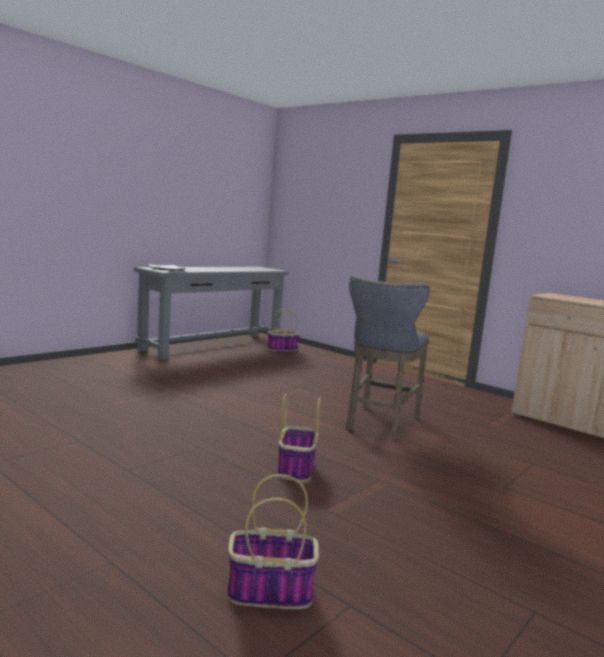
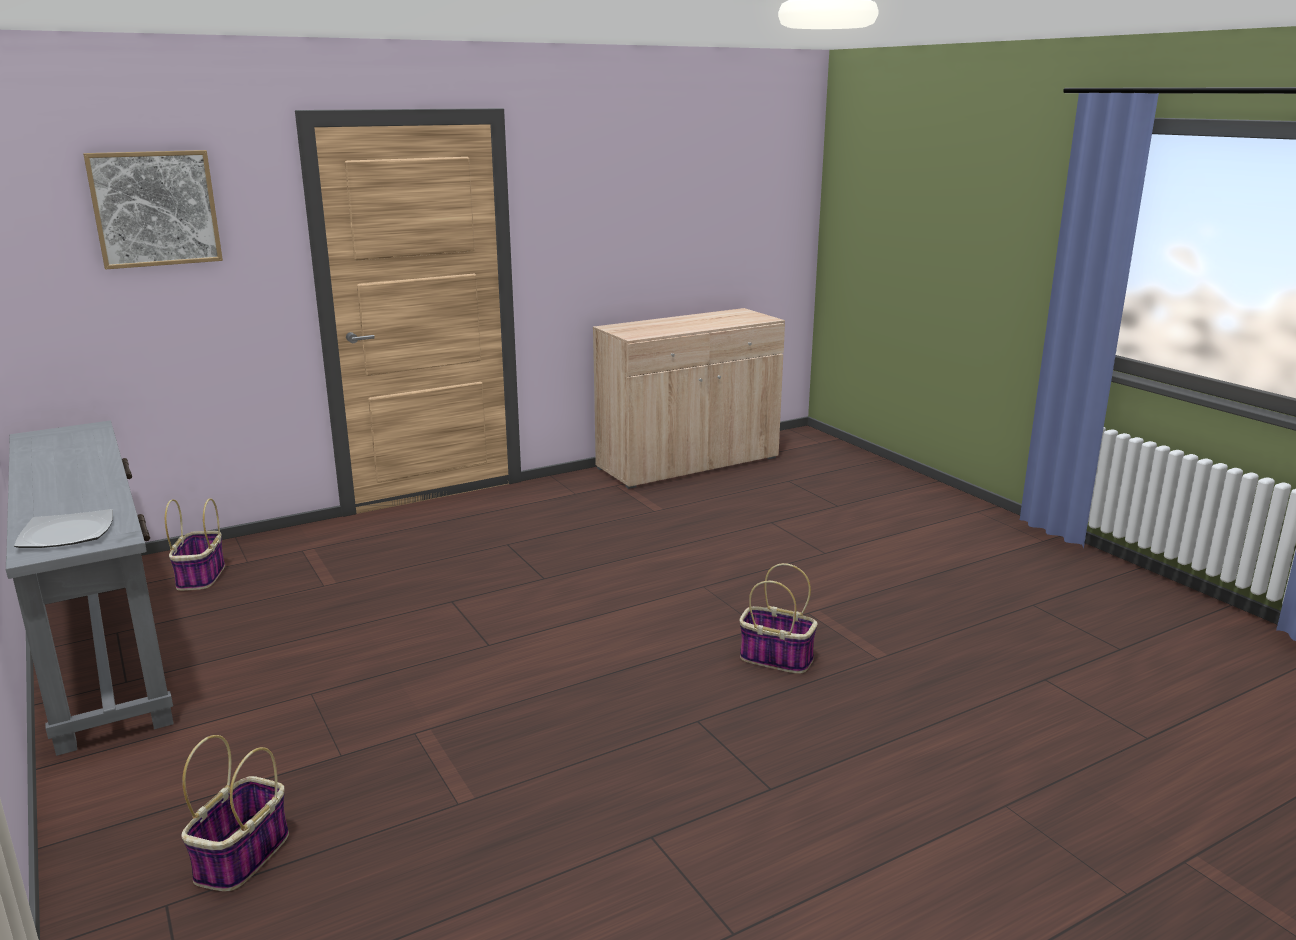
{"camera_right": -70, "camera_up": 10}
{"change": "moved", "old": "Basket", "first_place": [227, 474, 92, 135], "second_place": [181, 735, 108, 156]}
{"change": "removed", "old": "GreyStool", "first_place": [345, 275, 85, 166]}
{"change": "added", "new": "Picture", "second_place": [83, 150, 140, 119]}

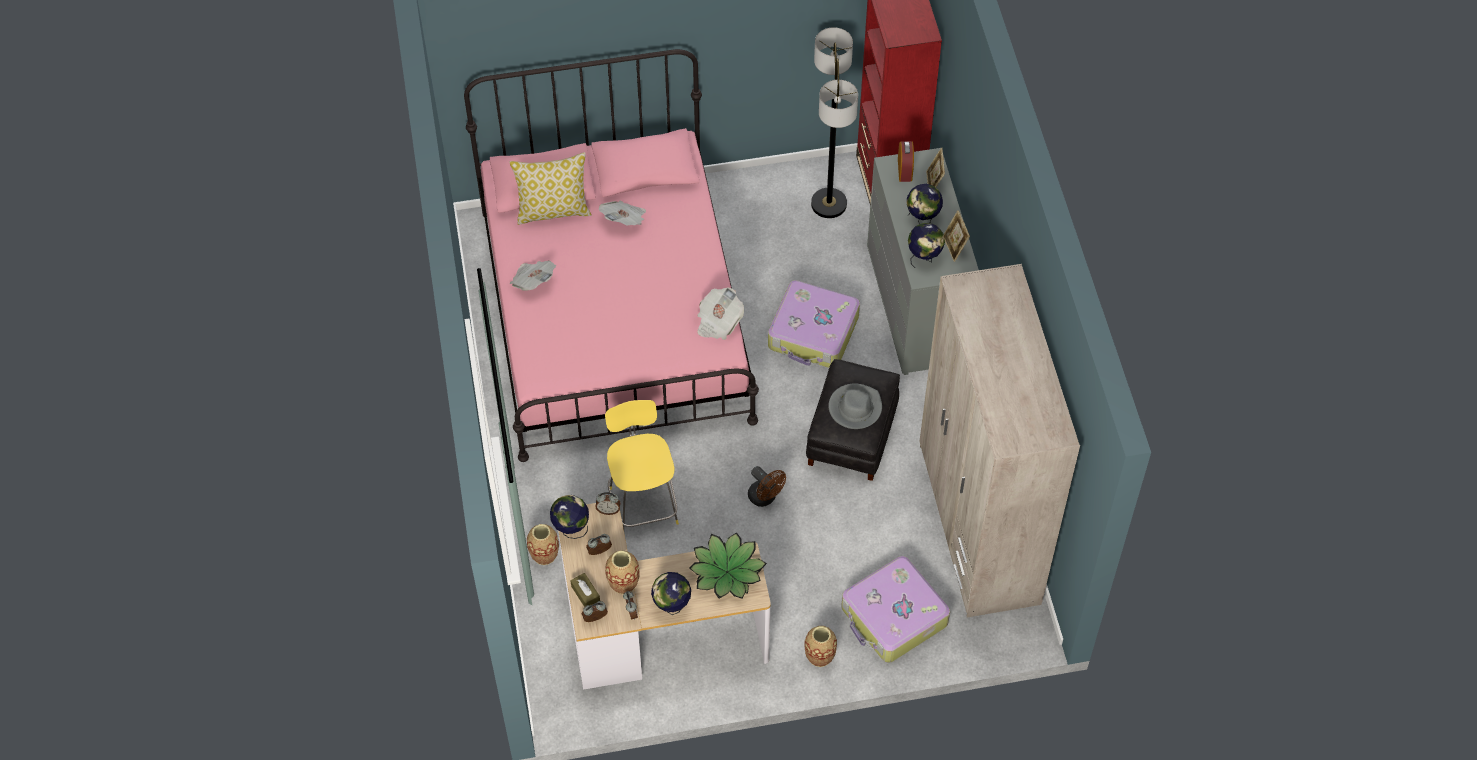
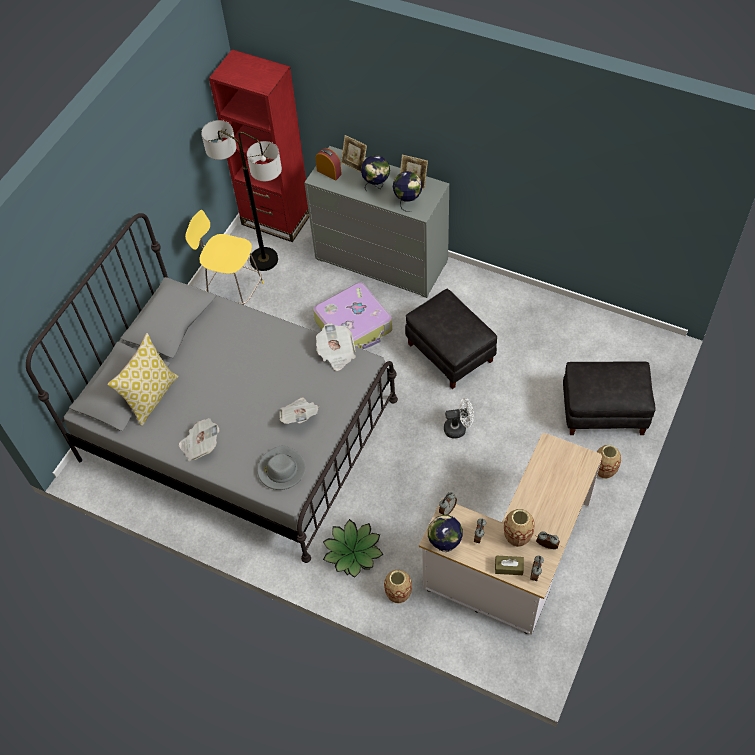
{"camera_right": -50, "camera_up": 0}
{"change": "recoloured", "old": "PinkBed", "new": "GreyBed", "first_place": [464, 49, 295, 413], "second_place": [26, 213, 372, 350]}
{"change": "moved", "old": "Newspaper", "first_place": [599, 201, 47, 25], "second_place": [280, 398, 39, 26]}
{"change": "moved", "old": "YellowStool", "first_place": [605, 400, 74, 129], "second_place": [185, 210, 79, 95]}
{"change": "removed", "old": "Globe", "first_place": [651, 572, 40, 43]}
{"change": "moved", "old": "PottedPlant", "first_place": [689, 532, 78, 67], "second_place": [323, 519, 61, 59]}
{"change": "recoloured", "old": "BrownFan", "new": "WhiteFan", "first_place": [748, 466, 38, 41], "second_place": [444, 398, 30, 40]}
{"change": "moved", "old": "GreyHat", "first_place": [828, 383, 54, 46], "second_place": [257, 445, 49, 45]}
{"change": "replaced", "old": "Suitcase", "new": "BlackOttoman", "first_place": [841, 556, 109, 107], "second_place": [563, 361, 93, 74]}
{"change": "removed", "old": "BeigeWardrobe", "first_place": [919, 264, 161, 353]}

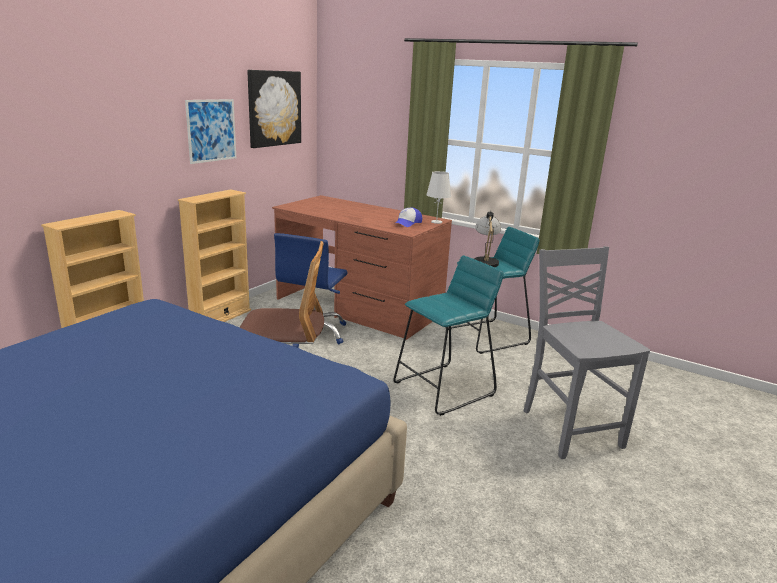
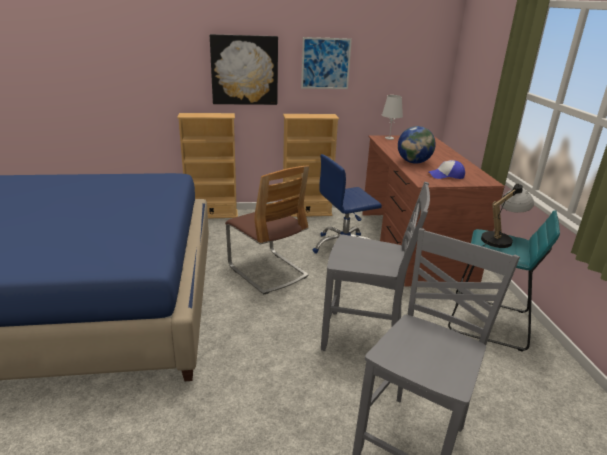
{"camera_right": 50, "camera_up": 5}
{"change": "moved", "old": "Picture", "first_place": [247, 70, 54, 78], "second_place": [210, 34, 68, 71]}
{"change": "replaced", "old": "TurquoiseStool", "new": "GreyChair", "first_place": [393, 255, 111, 161], "second_place": [321, 182, 109, 169]}
{"change": "moved", "old": "WhiteTableLamp", "first_place": [426, 171, 25, 53], "second_place": [382, 95, 21, 45]}
{"change": "added", "new": "Globe", "second_place": [398, 126, 38, 38]}

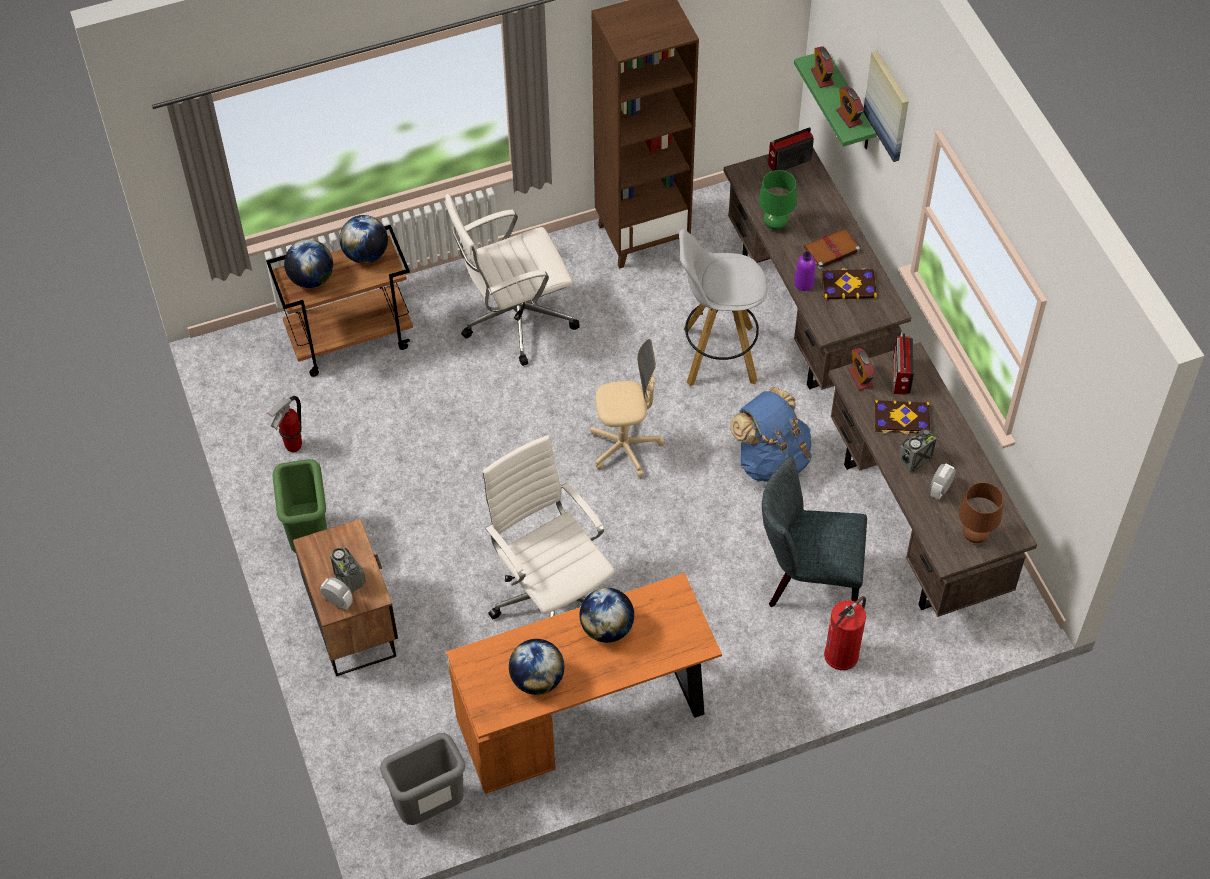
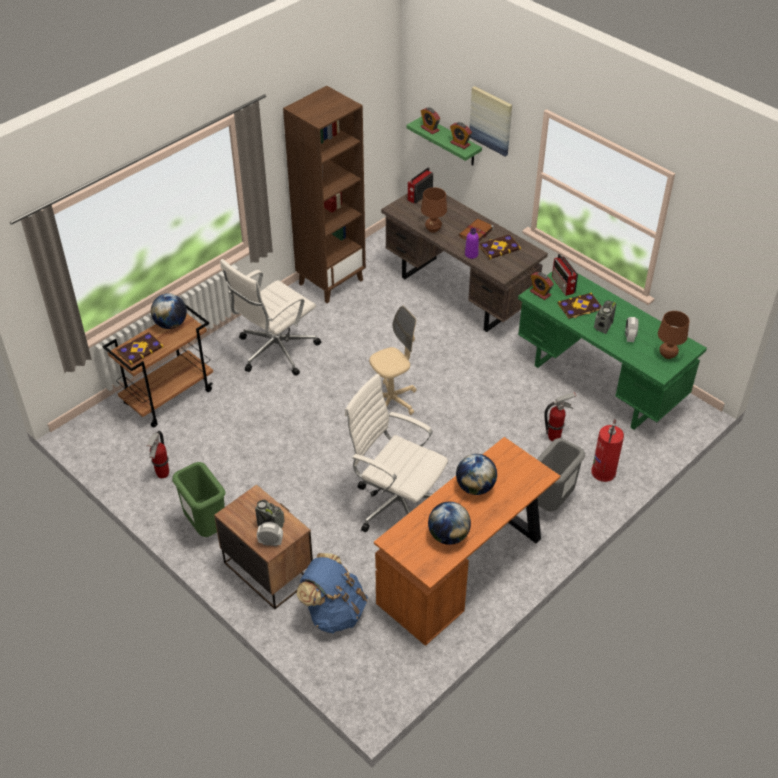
{"camera_right": -25, "camera_up": -10}
{"change": "replaced", "old": "Globe", "new": "Book", "first_place": [284, 239, 49, 49], "second_place": [117, 332, 46, 33]}
{"change": "moved", "old": "GreyTrashCan", "first_place": [380, 733, 86, 92], "second_place": [537, 438, 48, 74]}
{"change": "removed", "old": "WhiteStool", "first_place": [679, 229, 89, 157]}
{"change": "moved", "old": "BlueBackpack", "first_place": [730, 387, 82, 95], "second_place": [296, 553, 72, 80]}
{"change": "recoloured", "old": "GreenTableLamp", "new": "BrownTableLamp", "first_place": [759, 170, 38, 60], "second_place": [421, 187, 26, 46]}
{"change": "replaced", "old": "GreyChair", "new": "FireExtinguisher", "first_place": [762, 456, 105, 151], "second_place": [544, 392, 32, 49]}
{"change": "recoloured", "old": "BrownDesk", "new": "GreenDesk", "first_place": [829, 342, 208, 275], "second_place": [518, 272, 189, 158]}

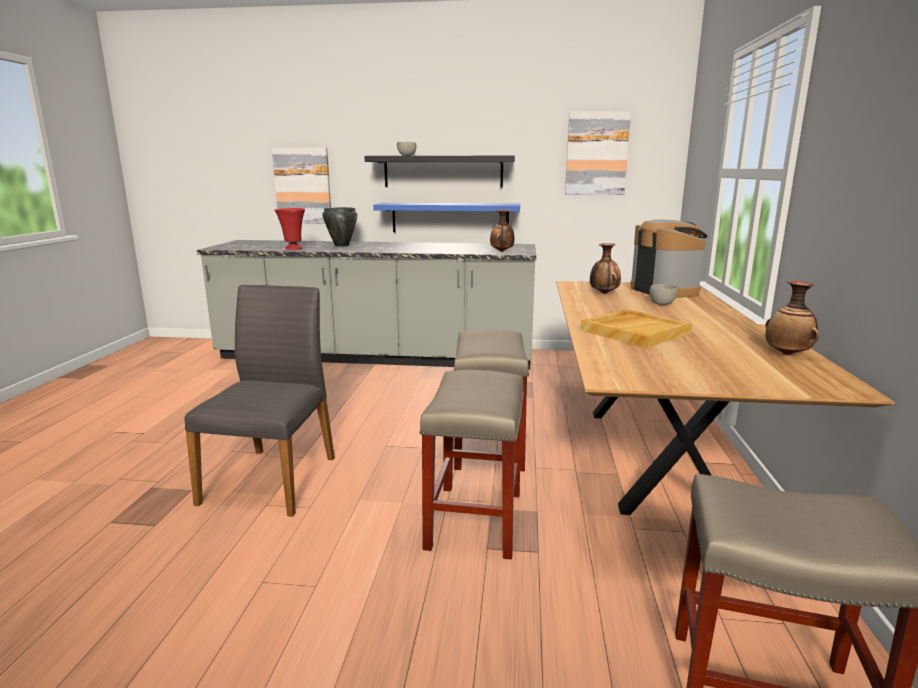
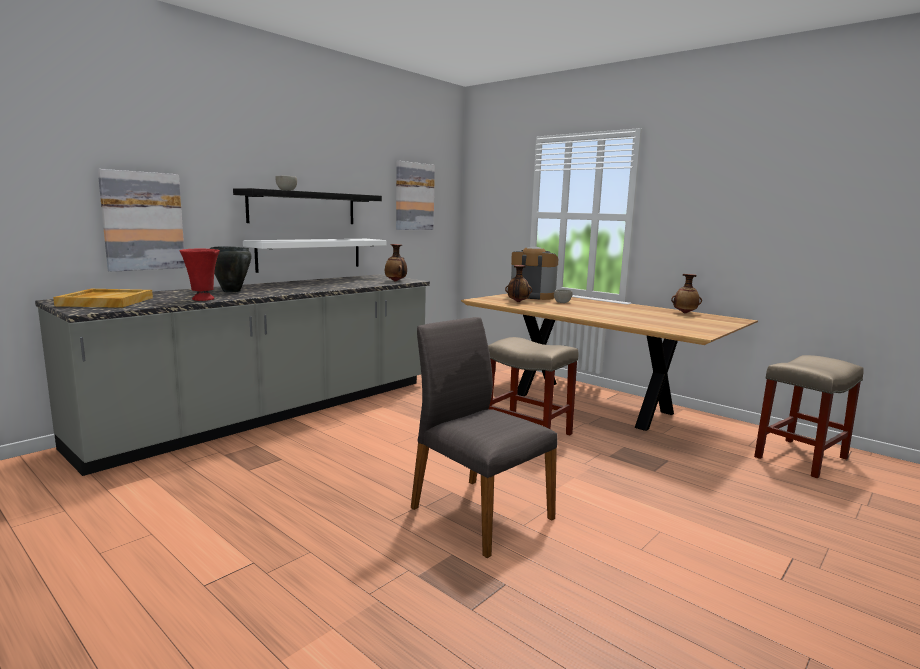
{"camera_right": -55, "camera_up": -5}
{"change": "recoloured", "old": "BlueShelf", "new": "WhiteShelf", "first_place": [373, 203, 147, 29], "second_place": [243, 239, 144, 34]}
{"change": "removed", "old": "BeigeStool", "first_place": [419, 370, 105, 189]}
{"change": "moved", "old": "BeigeTray", "first_place": [581, 309, 111, 39], "second_place": [53, 289, 100, 19]}

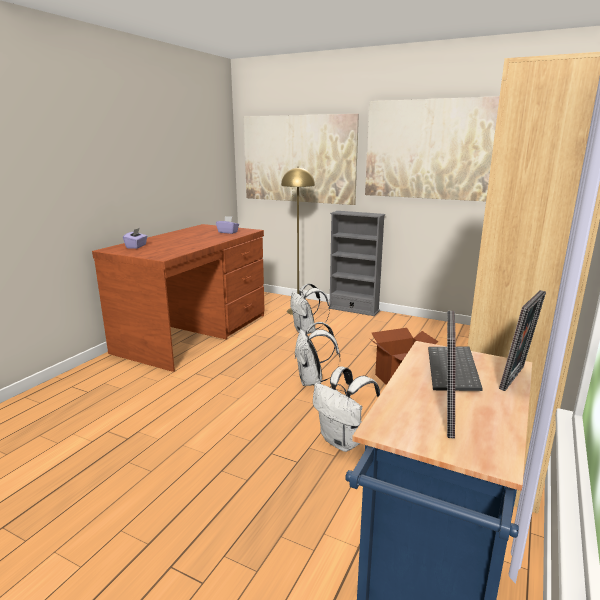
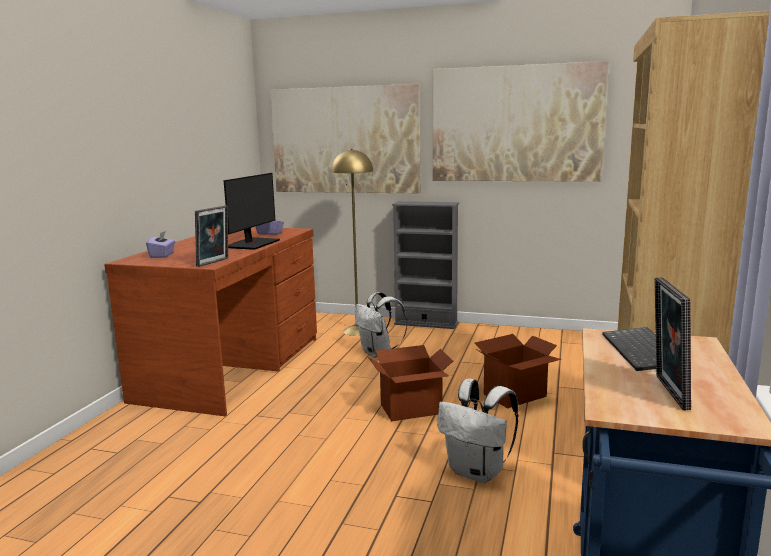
{"camera_right": -10, "camera_up": -5}
{"change": "replaced", "old": "WhiteBackpack", "new": "CardboardBox", "first_place": [294, 322, 46, 64], "second_place": [368, 345, 85, 77]}
{"change": "moved", "old": "PictureFrame", "first_place": [499, 290, 47, 101], "second_place": [195, 205, 33, 62]}
{"change": "added", "new": "Monitor", "second_place": [224, 173, 56, 77]}

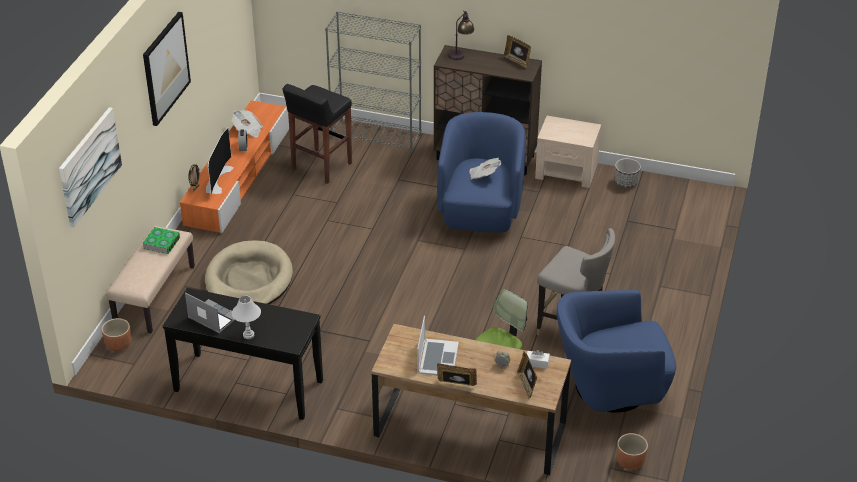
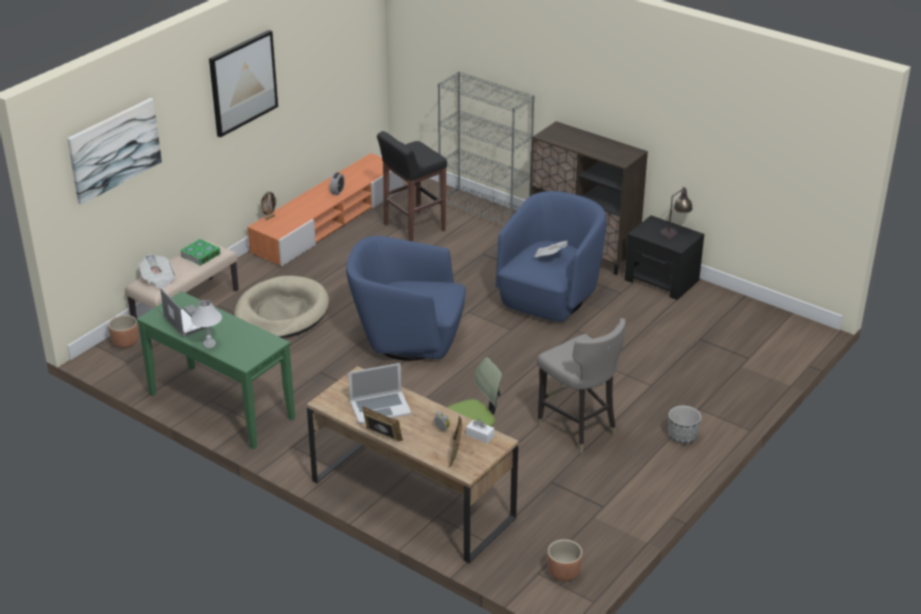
{"camera_right": 20, "camera_up": -5}
{"change": "recoloured", "old": "BlackConsoleTable", "new": "GreenConsoleTable", "first_place": [163, 288, 160, 132], "second_place": [137, 291, 158, 158]}
{"change": "removed", "old": "Television", "first_place": [206, 128, 28, 69]}
{"change": "moved", "old": "Newspaper", "first_place": [231, 110, 32, 28], "second_place": [139, 254, 37, 35]}
{"change": "turned", "old": "Laptop", "first_place": [417, 315, 42, 60], "second_place": [348, 363, 63, 61], "degrees": 45}
{"change": "moved", "old": "TableLamp", "first_place": [448, 10, 26, 51], "second_place": [660, 187, 33, 52]}
{"change": "removed", "old": "PictureFrame", "first_place": [504, 35, 27, 33]}
{"change": "recoloured", "old": "BeigeNightstand", "new": "BlackNightstand", "first_place": [535, 116, 66, 72], "second_place": [625, 215, 79, 85]}
{"change": "moved", "old": "BlueArmchair", "first_place": [557, 290, 119, 123], "second_place": [346, 236, 120, 125]}
{"change": "moved", "old": "Planter", "first_place": [615, 158, 26, 30], "second_place": [668, 406, 33, 38]}

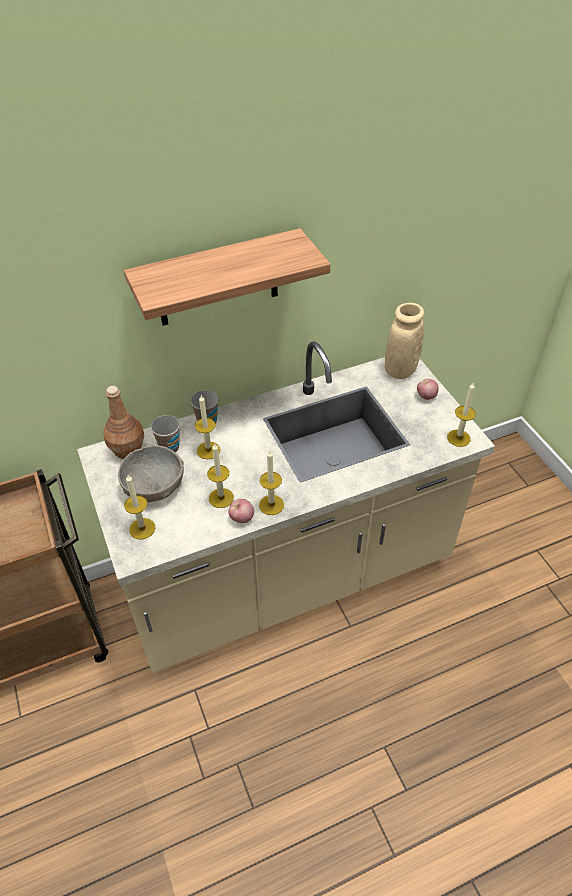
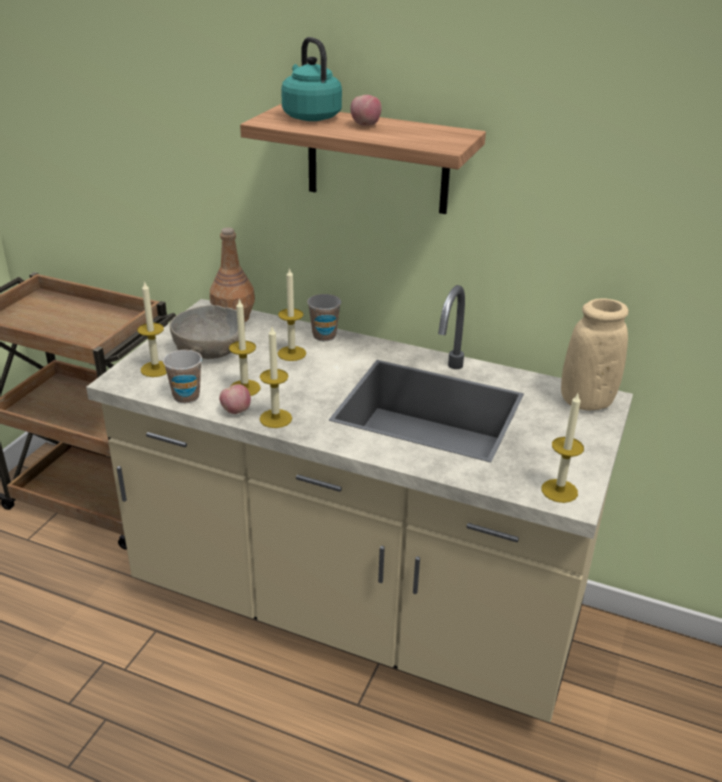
{"camera_right": 45, "camera_up": -15}
{"change": "moved", "old": "Cup", "first_place": [151, 415, 29, 38], "second_place": [163, 350, 39, 53]}
{"change": "moved", "old": "Apple", "first_place": [417, 379, 22, 21], "second_place": [350, 95, 32, 31]}
{"change": "added", "new": "TurquoiseKettle", "second_place": [281, 37, 61, 84]}

